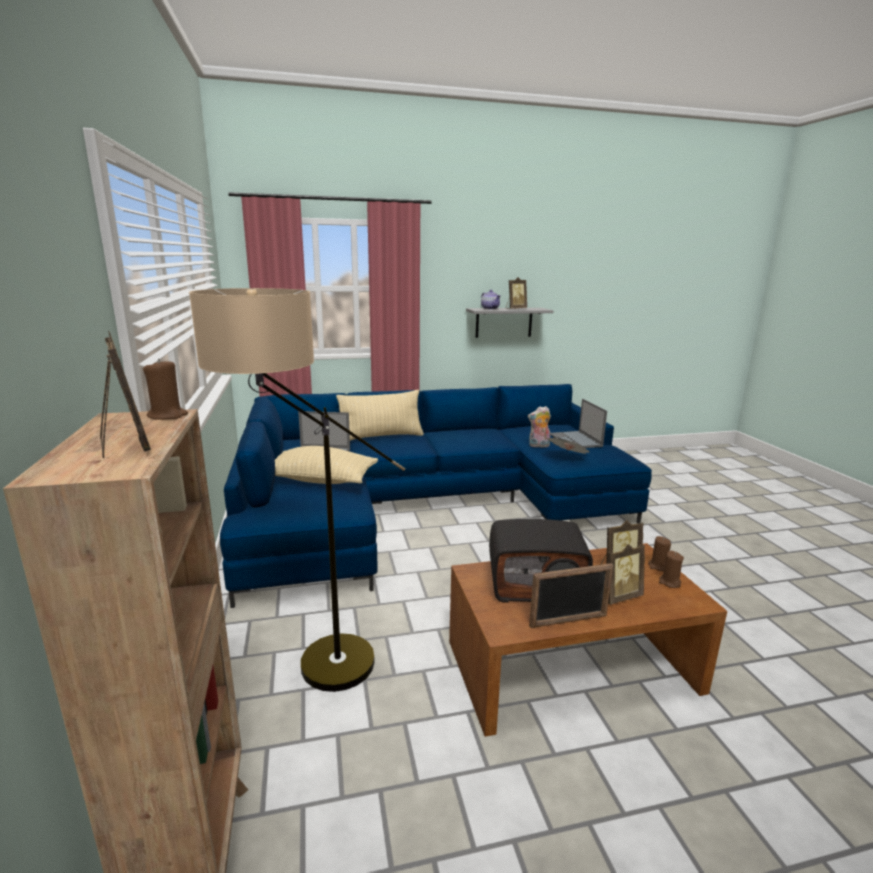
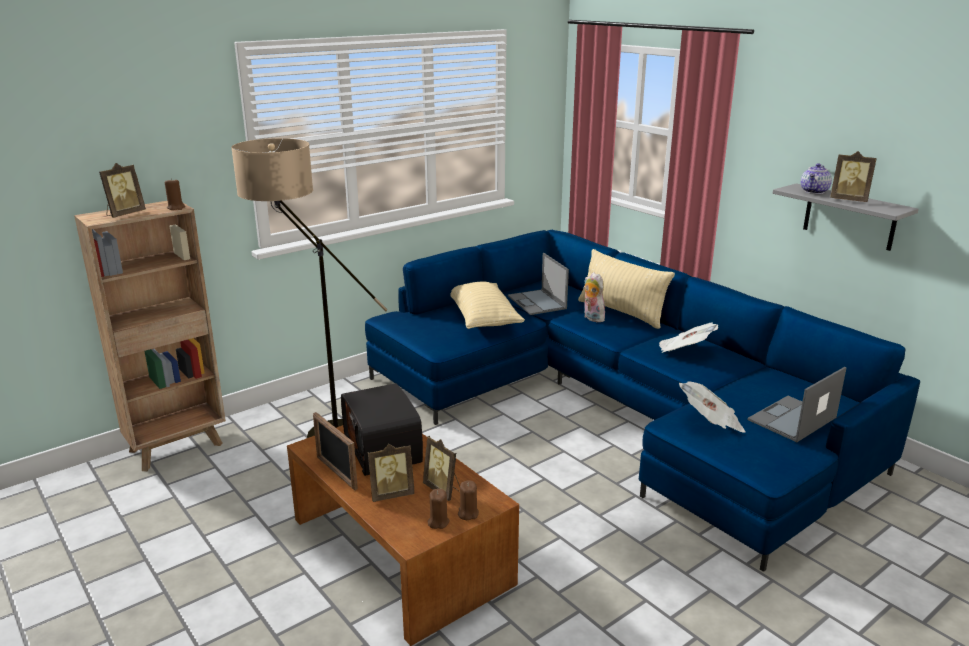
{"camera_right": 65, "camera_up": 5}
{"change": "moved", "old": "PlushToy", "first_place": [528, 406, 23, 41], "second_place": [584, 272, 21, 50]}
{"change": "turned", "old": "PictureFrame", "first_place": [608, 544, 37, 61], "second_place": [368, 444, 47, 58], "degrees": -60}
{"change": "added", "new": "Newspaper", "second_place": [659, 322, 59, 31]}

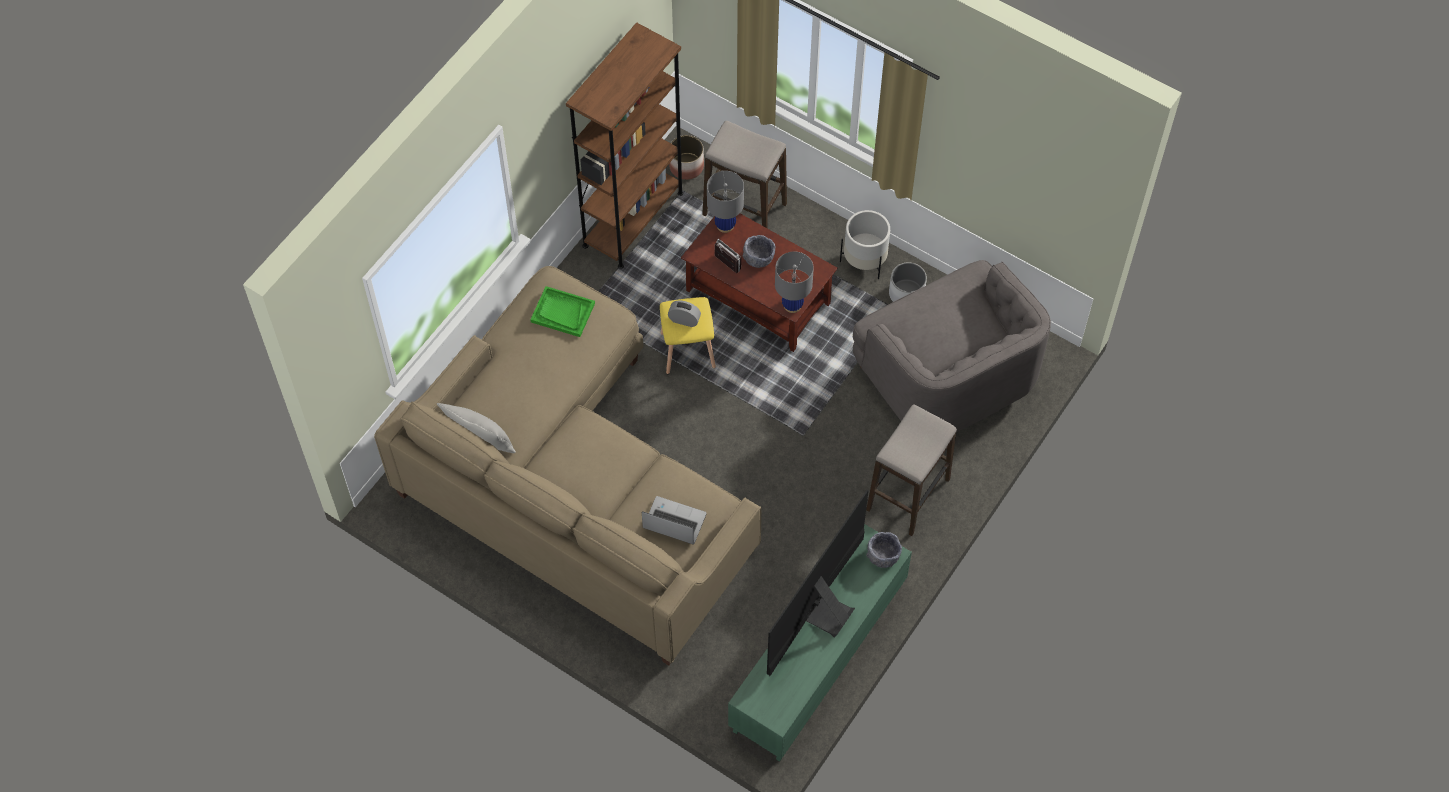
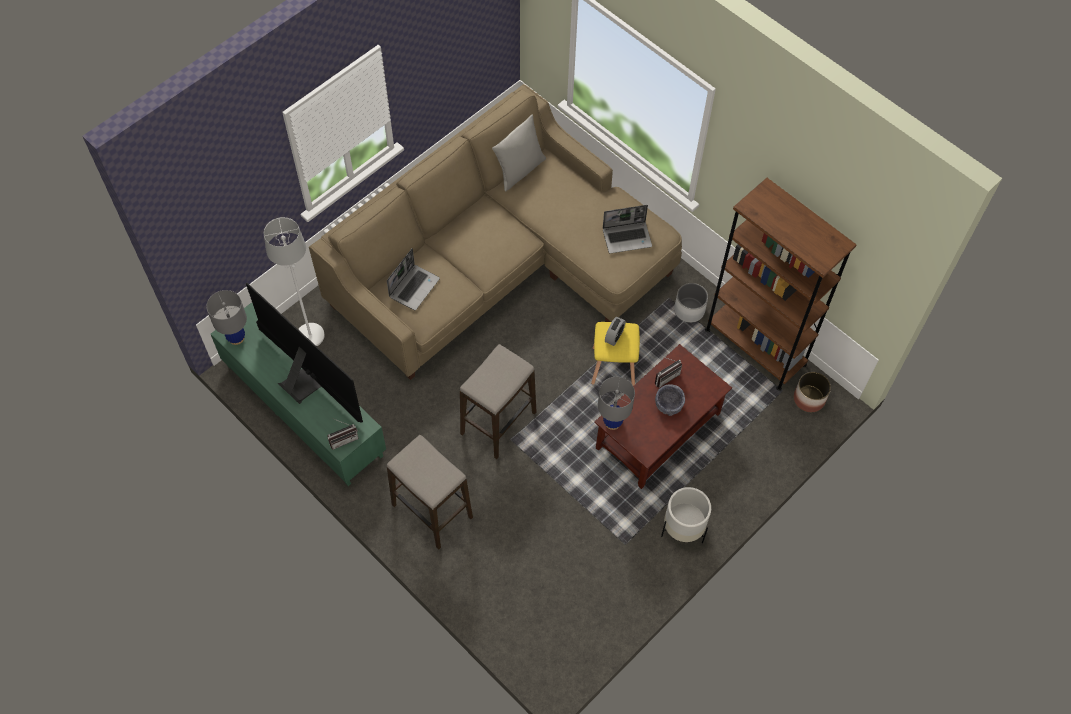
{"camera_right": 100, "camera_up": 0}
{"change": "replaced", "old": "GreenTray", "new": "Laptop", "first_place": [530, 286, 65, 51], "second_place": [603, 205, 49, 49]}
{"change": "moved", "old": "Stool", "first_place": [702, 121, 85, 107], "second_place": [460, 344, 77, 115]}
{"change": "moved", "old": "GreyTableLamp", "first_place": [707, 171, 37, 62], "second_place": [206, 290, 41, 55]}
{"change": "removed", "old": "GreyArmchair", "first_place": [853, 260, 198, 172]}
{"change": "replaced", "old": "GreyBowl", "new": "Radio", "first_place": [866, 532, 36, 36], "second_place": [327, 419, 31, 31]}
{"change": "moved", "old": "WhitePlanter", "first_place": [889, 262, 38, 40], "second_place": [674, 283, 34, 40]}
{"change": "added", "new": "WhiteFloorLamp", "second_place": [264, 217, 61, 129]}

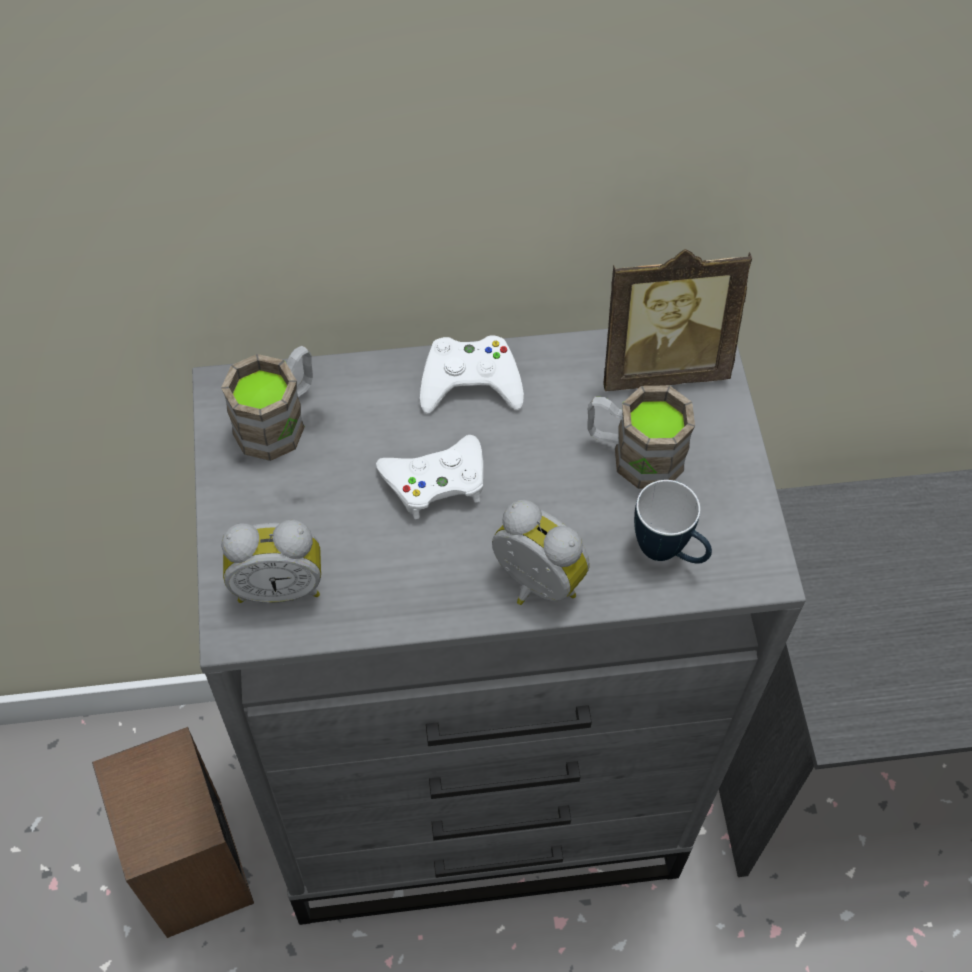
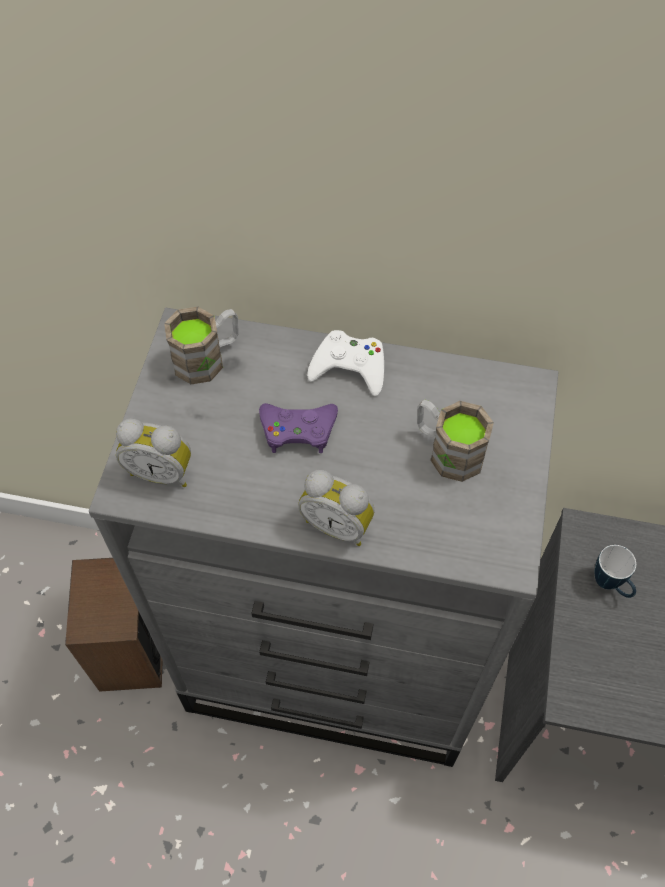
{"camera_right": 20, "camera_up": 0}
{"change": "recoloured", "old": "WhiteGameController", "new": "PurpleGameController", "first_place": [376, 435, 107, 84], "second_place": [259, 403, 79, 50]}
{"change": "turned", "old": "AlarmClock", "first_place": [492, 500, 97, 105], "second_place": [298, 470, 77, 76], "degrees": 150}
{"change": "removed", "old": "PictureFrame", "first_place": [603, 249, 149, 142]}
{"change": "moved", "old": "Mug", "first_place": [634, 480, 78, 84], "second_place": [595, 545, 41, 53]}

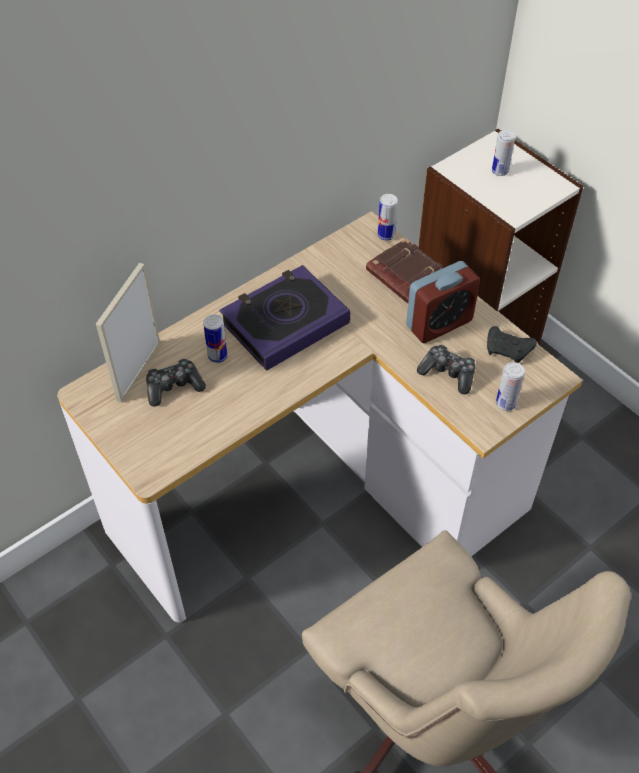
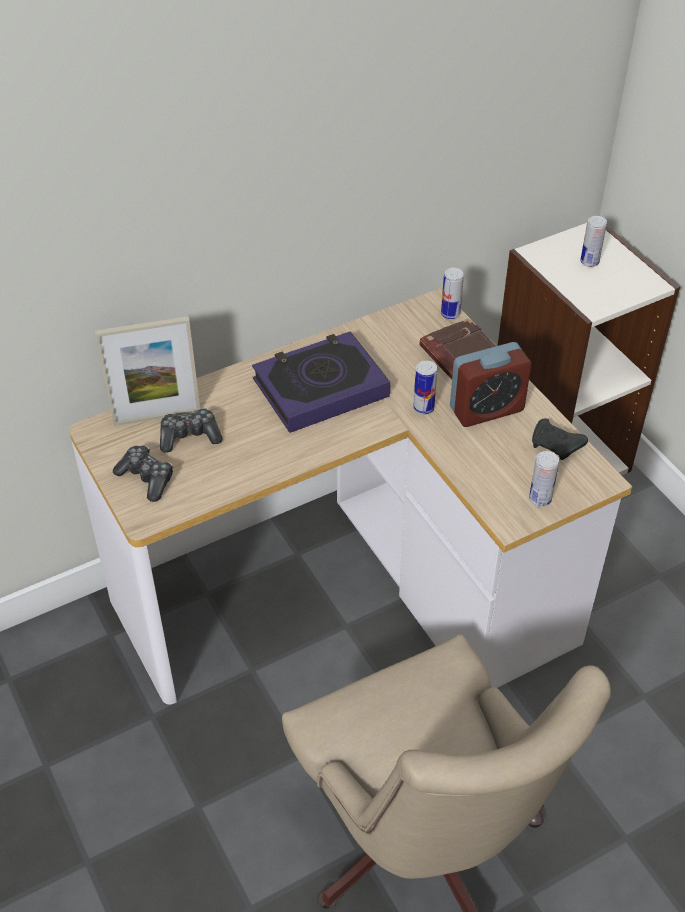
{"camera_right": 10, "camera_up": -5}
{"change": "turned", "old": "PictureFrame", "first_place": [96, 263, 64, 140], "second_place": [95, 316, 105, 110], "degrees": -135}
{"change": "moved", "old": "Can", "first_place": [203, 314, 25, 49], "second_place": [413, 361, 24, 53]}
{"change": "moved", "old": "GameController", "first_place": [417, 344, 59, 51], "second_place": [113, 446, 60, 56]}

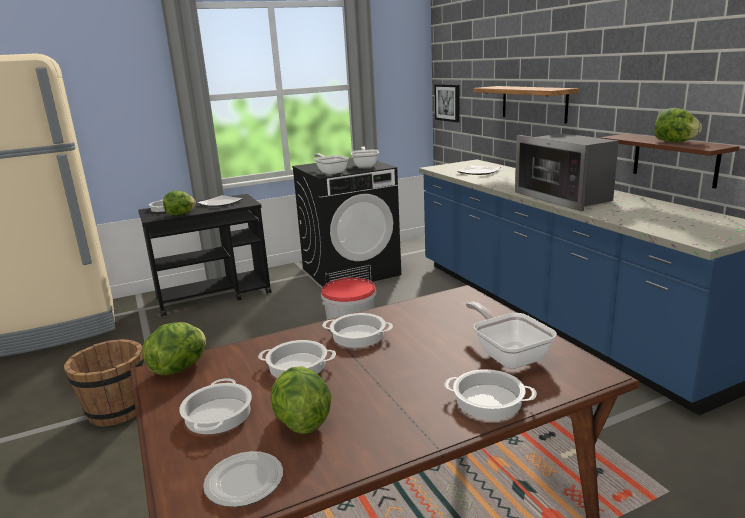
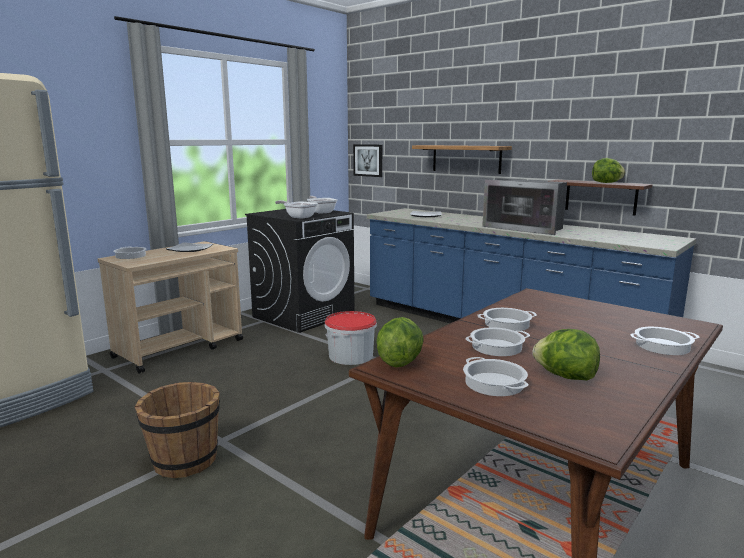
{"camera_right": -25, "camera_up": -5}
{"change": "recoloured", "old": "BlackCart", "new": "BeigeCart", "first_place": [138, 194, 134, 123], "second_place": [98, 241, 145, 133]}
{"change": "removed", "old": "Lettuce", "first_place": [163, 191, 33, 24]}
{"change": "removed", "old": "Plate", "first_place": [203, 451, 80, 56]}
{"change": "removed", "old": "FryingPan", "first_place": [466, 301, 91, 68]}

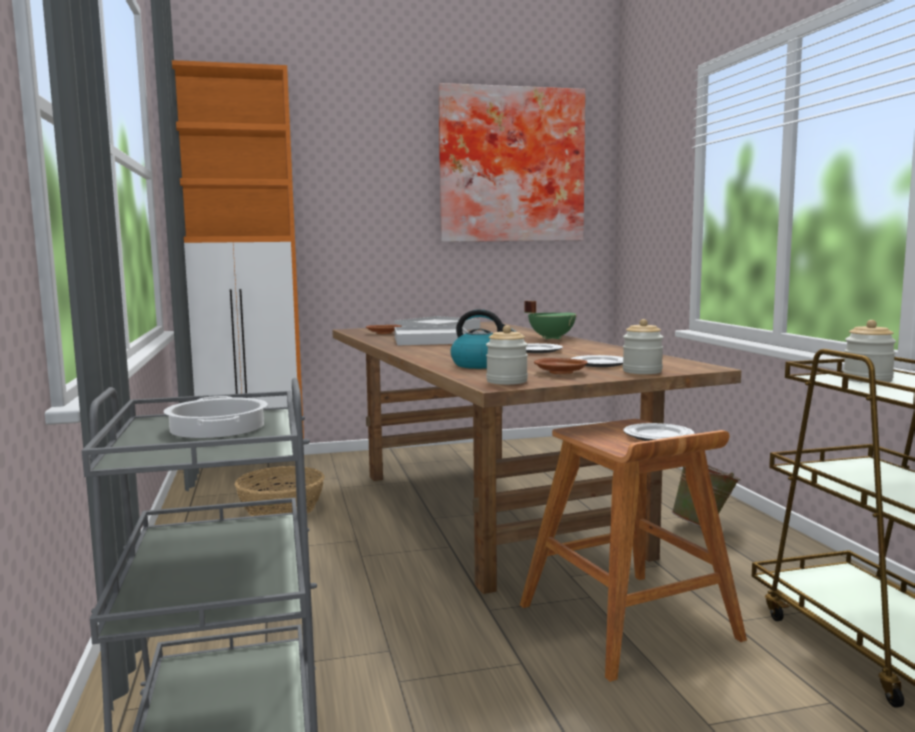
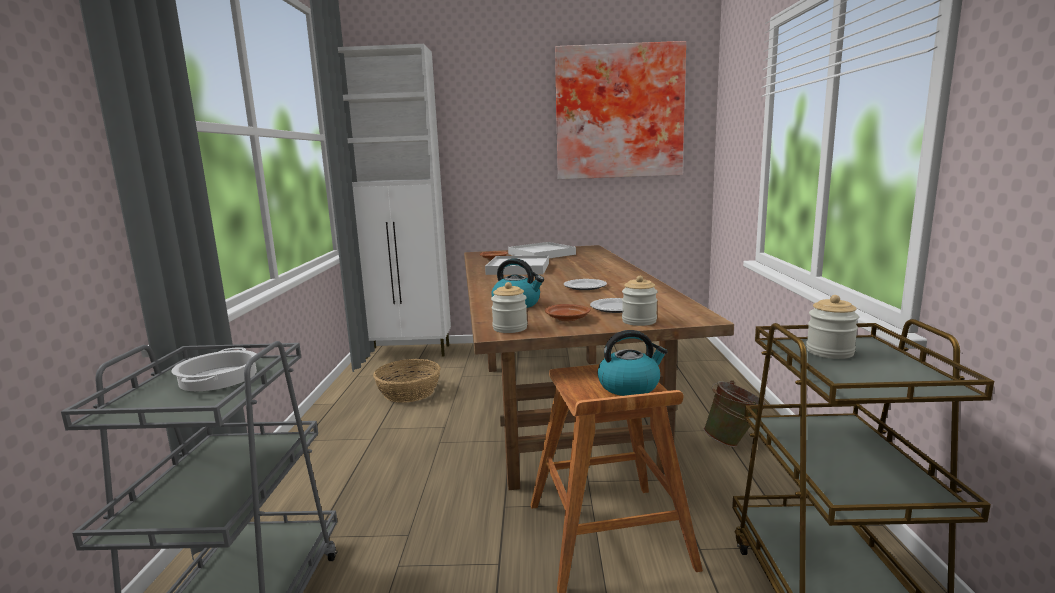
{"camera_right": 15, "camera_up": 5}
{"change": "recoloured", "old": "OrangeCabinet", "new": "WhiteCabinet", "first_place": [172, 60, 132, 379], "second_place": [338, 44, 113, 315]}
{"change": "removed", "old": "GreenCookingPot", "first_place": [524, 301, 53, 38]}
{"change": "replaced", "old": "Plate", "new": "Kettle", "first_place": [624, 423, 71, 18], "second_place": [597, 330, 71, 66]}

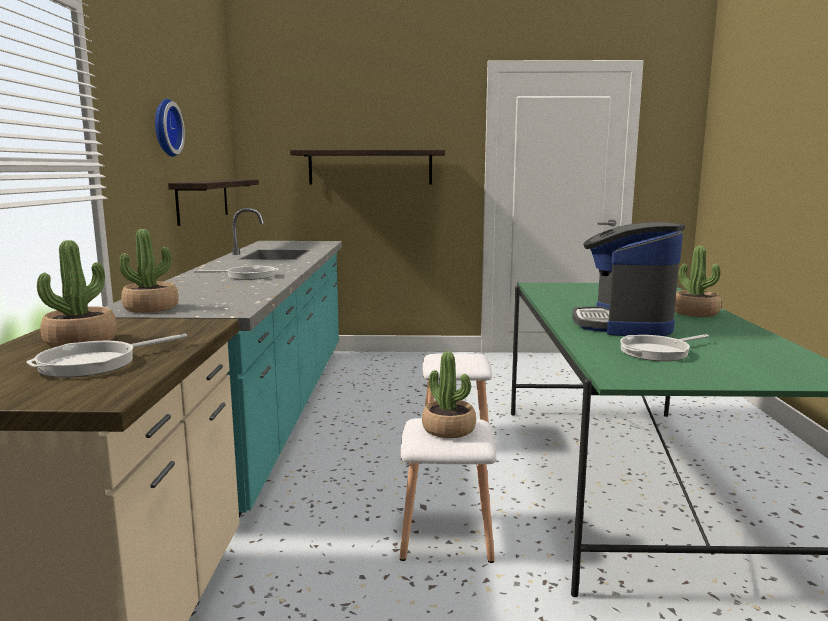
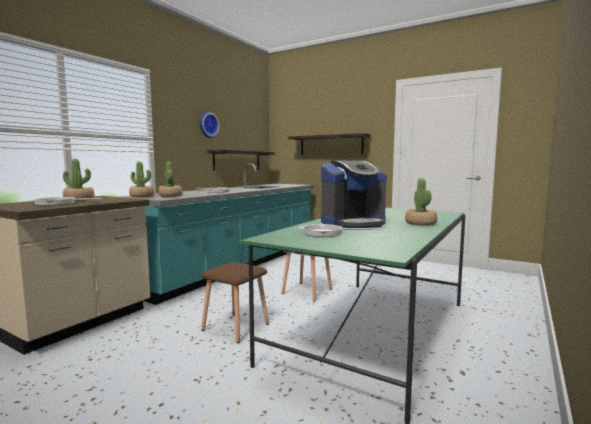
{"camera_right": 30, "camera_up": -5}
{"change": "recoloured", "old": "WhiteStool", "new": "BrownStool", "first_place": [399, 418, 97, 145], "second_place": [201, 262, 68, 81]}
{"change": "moved", "old": "PottedPlant", "first_place": [422, 351, 54, 87], "second_place": [158, 162, 24, 35]}
{"change": "turned", "old": "CoffeeMachine", "first_place": [572, 222, 113, 114], "second_place": [321, 161, 66, 67], "degrees": -150}

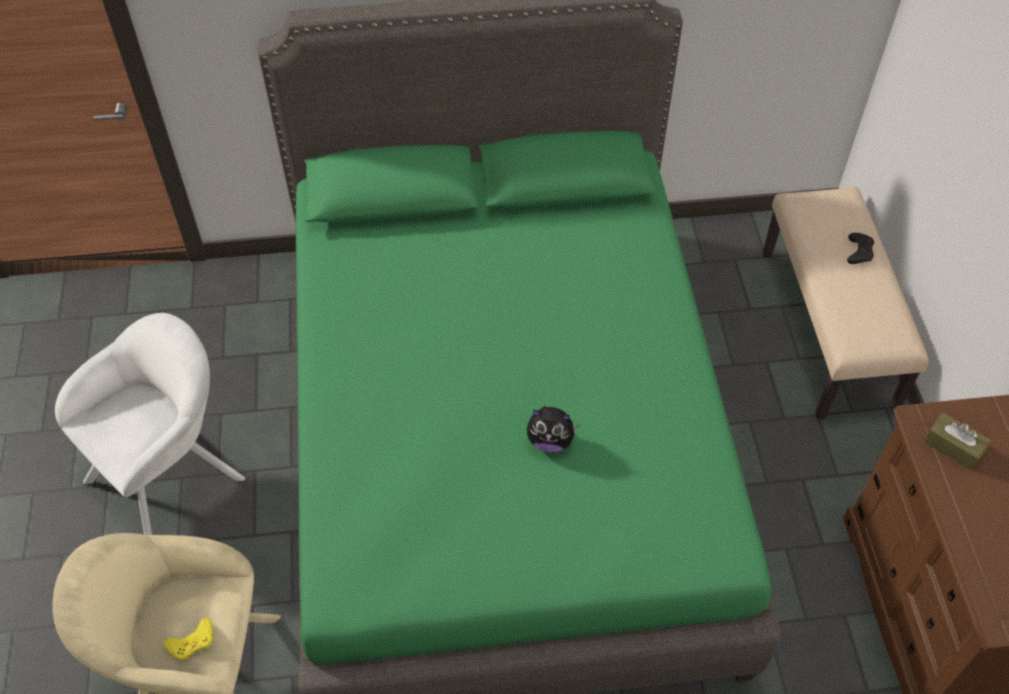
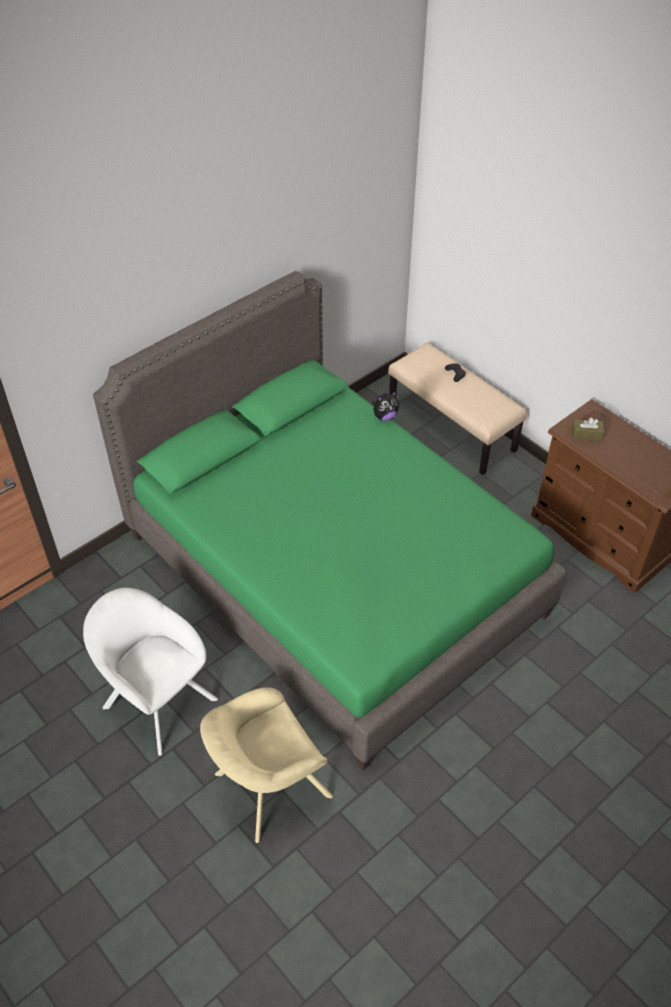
{"camera_right": -35, "camera_up": -5}
{"change": "turned", "old": "WhiteArmchair", "first_place": [55, 313, 191, 222], "second_place": [83, 588, 135, 168], "degrees": -60}
{"change": "removed", "old": "YellowGameController", "first_place": [164, 618, 49, 43]}
{"change": "moved", "old": "PlushToy", "first_place": [527, 406, 52, 46], "second_place": [372, 391, 27, 30]}

